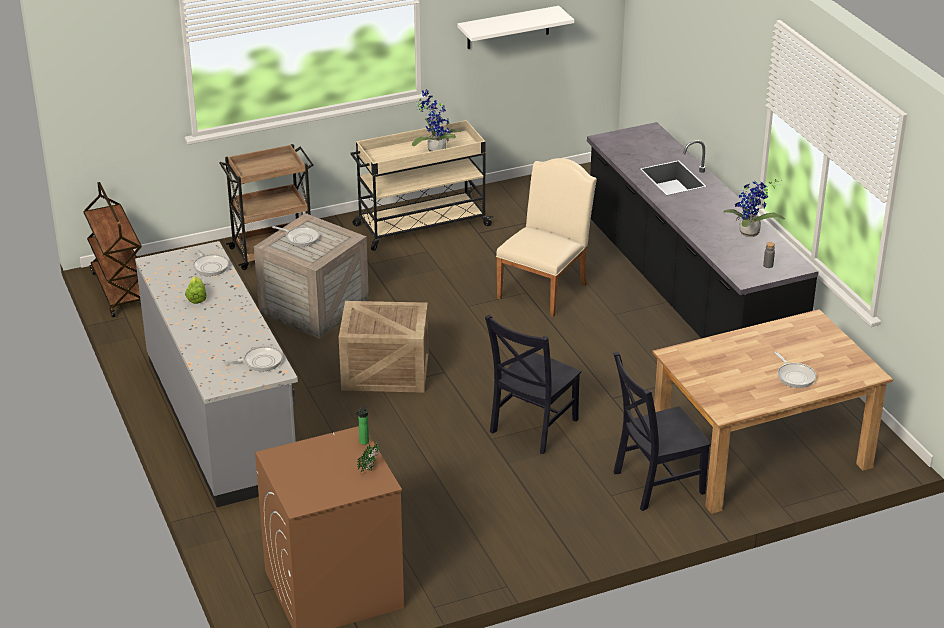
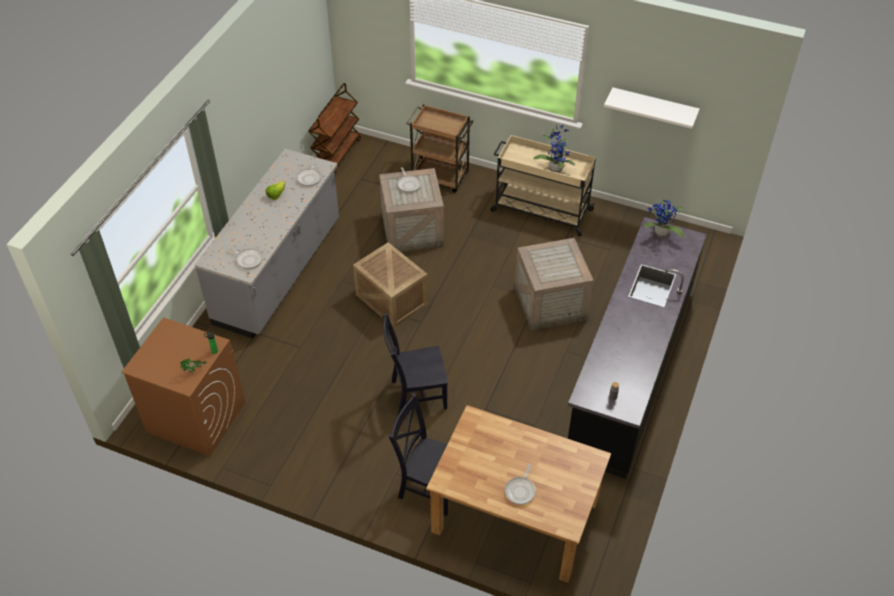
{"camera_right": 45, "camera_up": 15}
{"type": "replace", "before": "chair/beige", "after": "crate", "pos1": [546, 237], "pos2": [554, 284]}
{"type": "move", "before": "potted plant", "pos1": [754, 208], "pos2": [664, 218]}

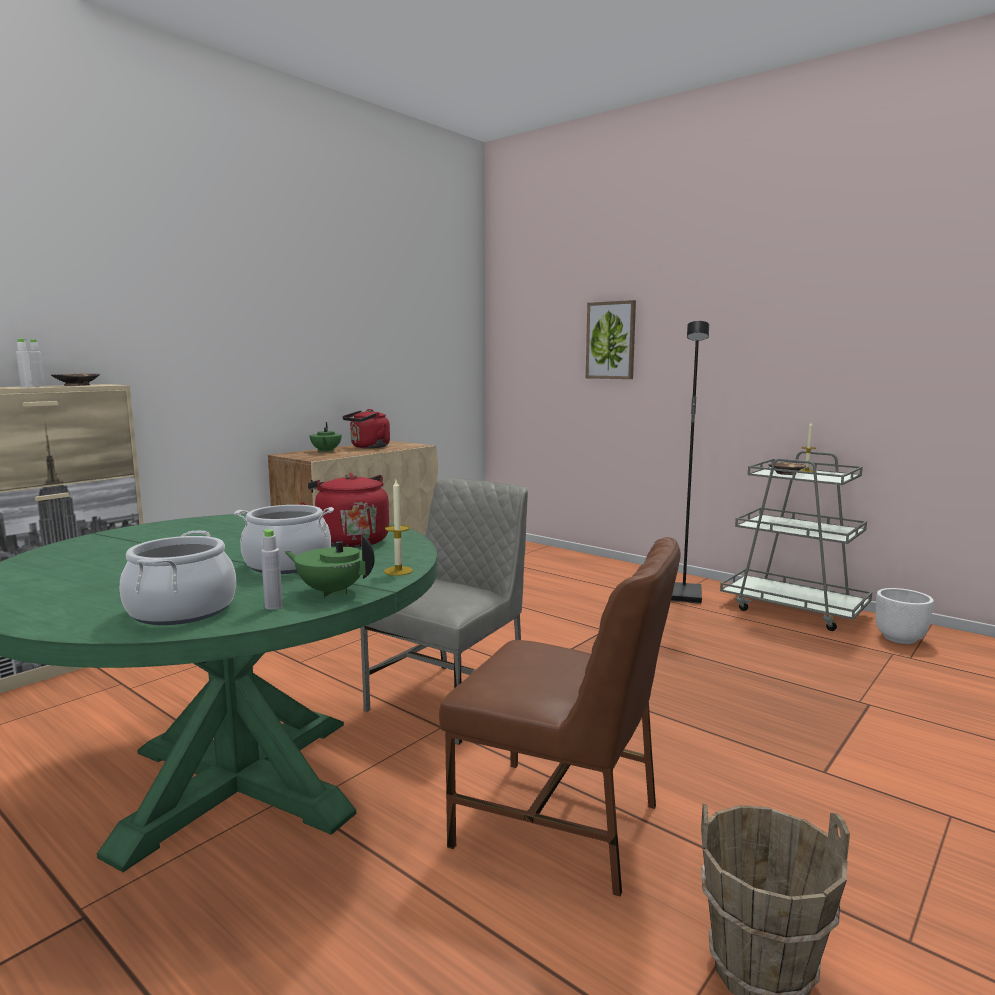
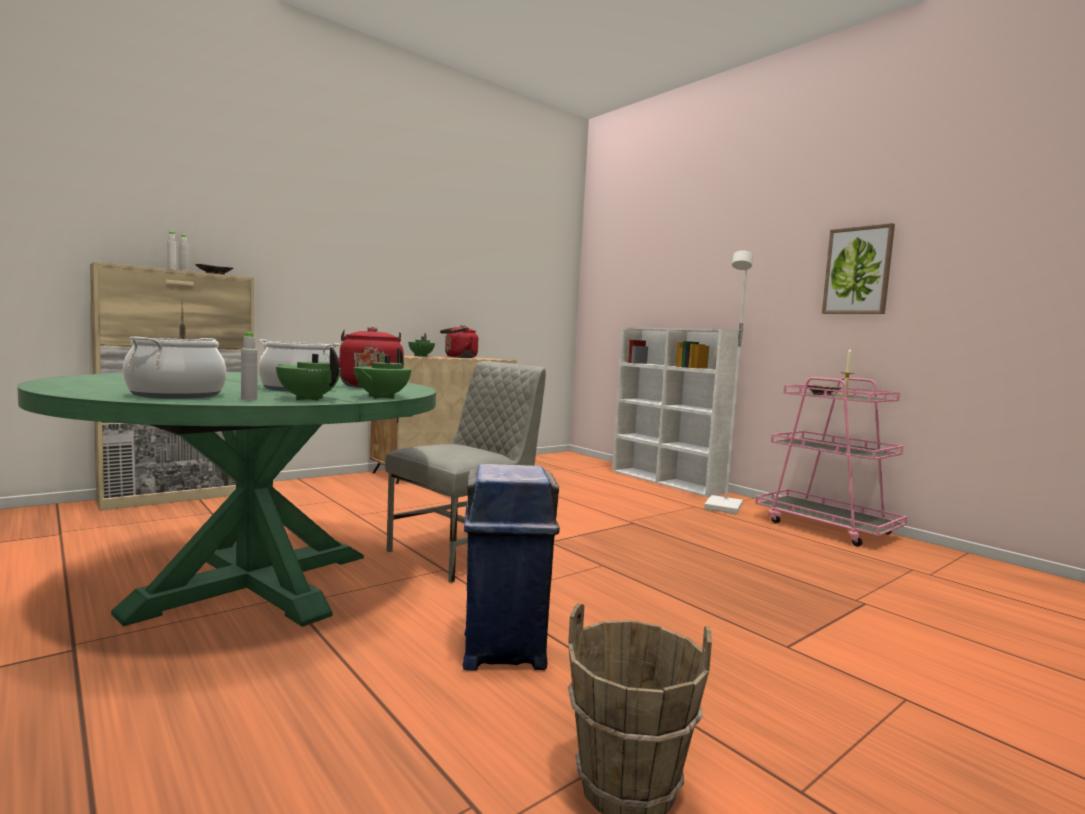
{"camera_right": 10, "camera_up": -5}
{"type": "replace", "before": "candle", "after": "teapot/green", "pos1": [398, 528], "pos2": [382, 373]}
{"type": "replace", "before": "chair/brown", "after": "trash can/blue", "pos1": [560, 716], "pos2": [511, 567]}
{"type": "insert", "after": "bookcase/white", "pos2": [675, 412]}
{"type": "recolor", "before": "floor lamp/black", "after": "floor lamp/white", "pos1": [690, 462], "pos2": [728, 382]}
{"type": "recolor", "before": "cart/grey", "after": "cart/pink", "pos1": [796, 541], "pos2": [831, 462]}
{"type": "move", "before": "picture", "pos1": [611, 339], "pos2": [858, 268]}
{"type": "delete", "before": "planter/white", "pos1": [905, 616]}

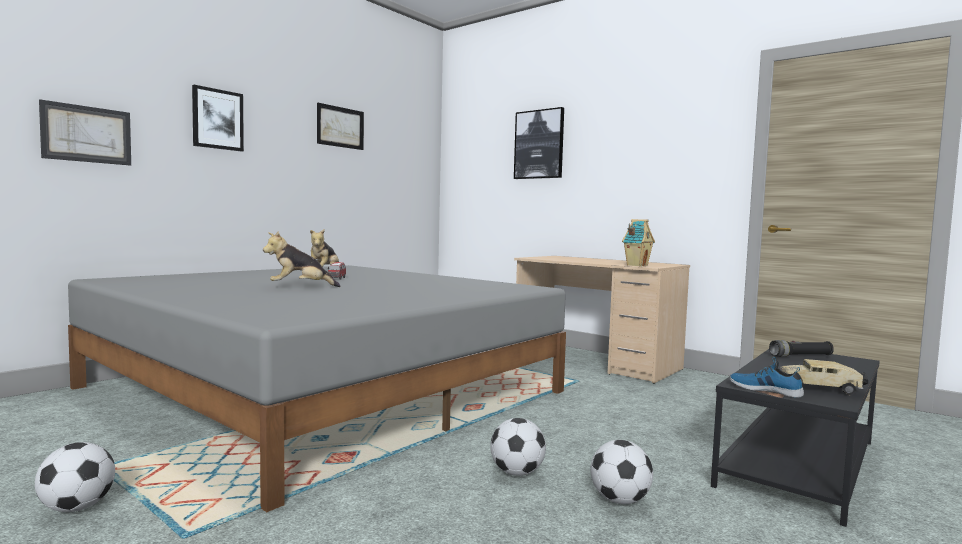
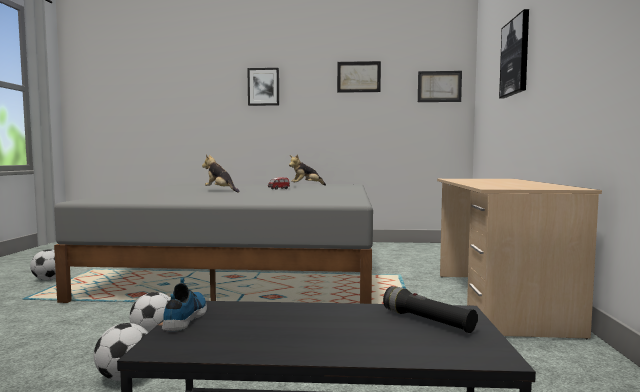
{"camera_right": 55, "camera_up": 0}
{"type": "move", "before": "picture", "pos1": [85, 132], "pos2": [440, 86]}
{"type": "delete", "before": "toy house", "pos1": [638, 242]}
{"type": "delete", "before": "toy truck", "pos1": [824, 377]}

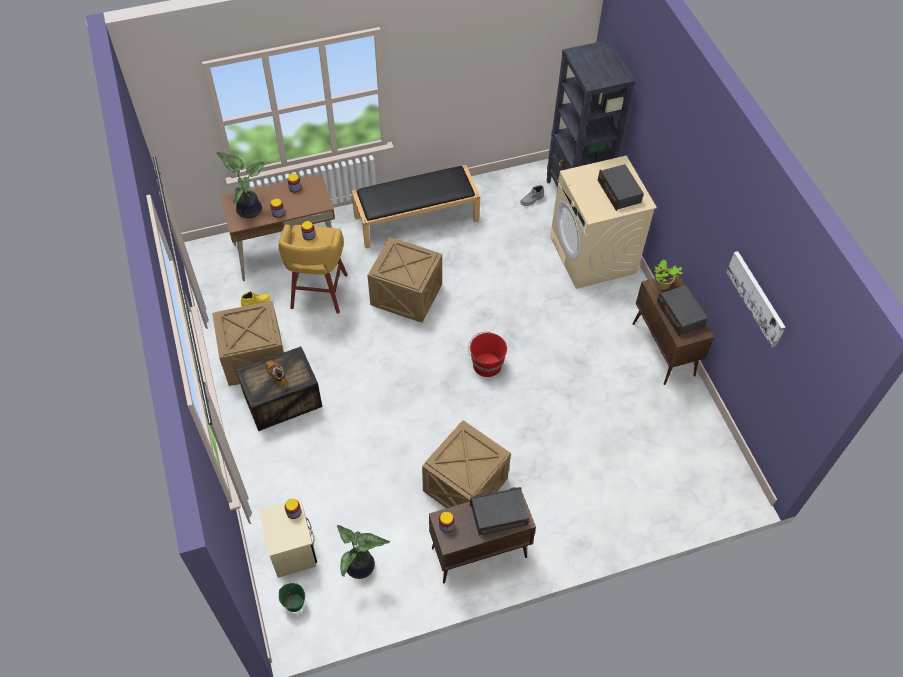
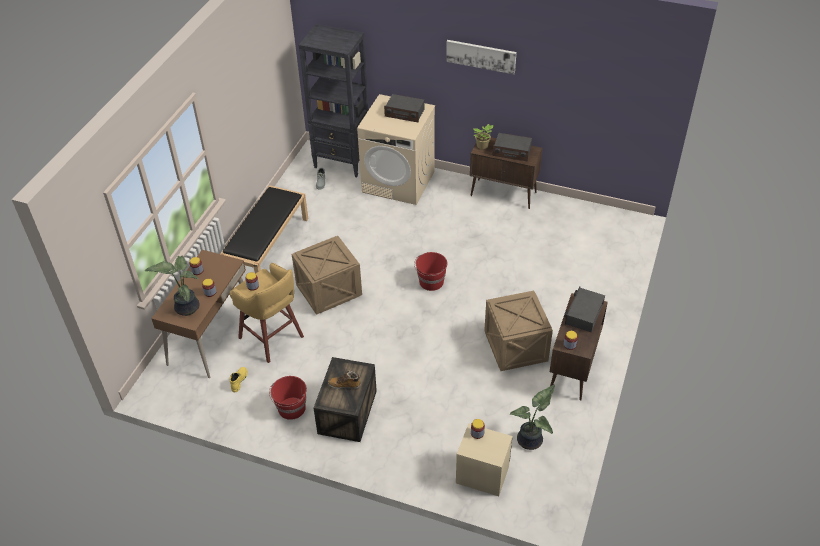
{"camera_right": -50, "camera_up": -10}
{"type": "replace", "before": "crate", "after": "bucket/red", "pos1": [248, 343], "pos2": [288, 398]}
{"type": "move", "before": "picture", "pos1": [756, 299], "pos2": [481, 57]}
{"type": "delete", "before": "bucket/green", "pos1": [292, 597]}

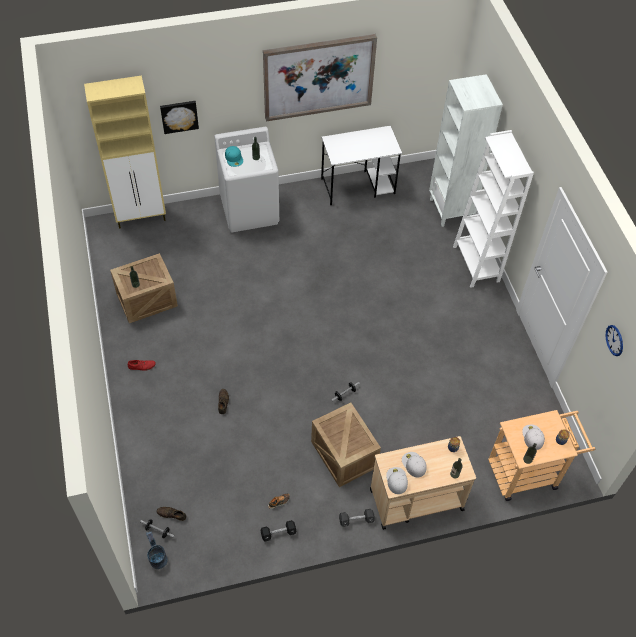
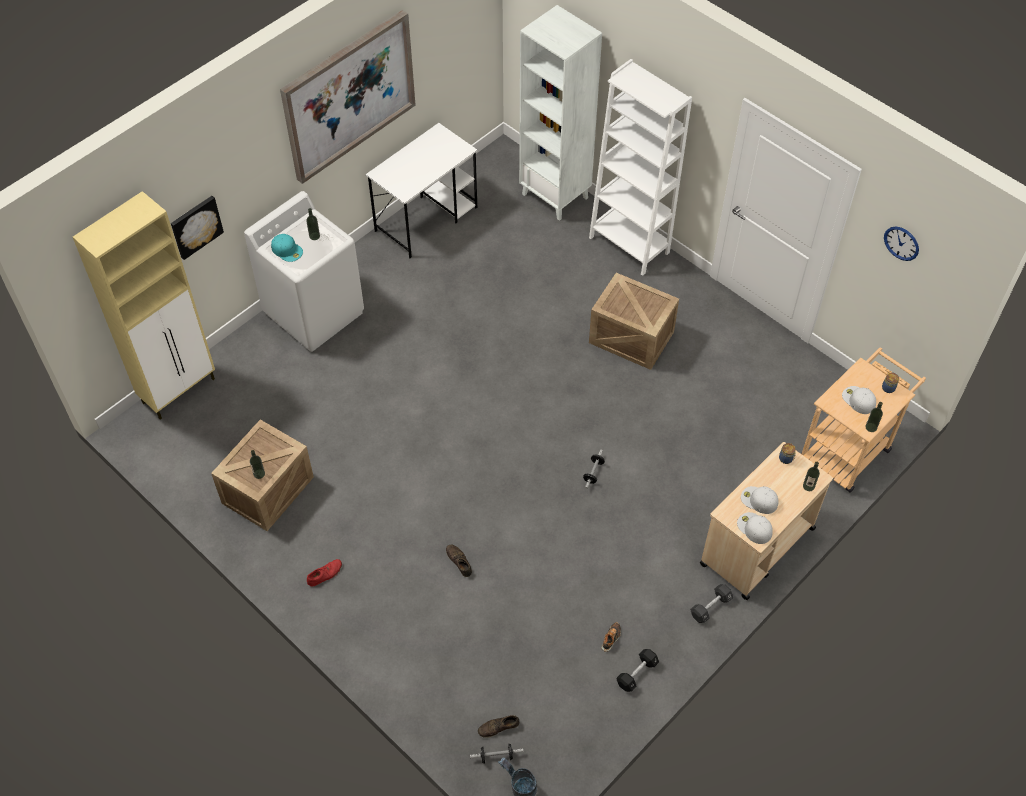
{"camera_right": -30, "camera_up": 0}
{"type": "move", "before": "crate", "pos1": [346, 445], "pos2": [634, 321]}

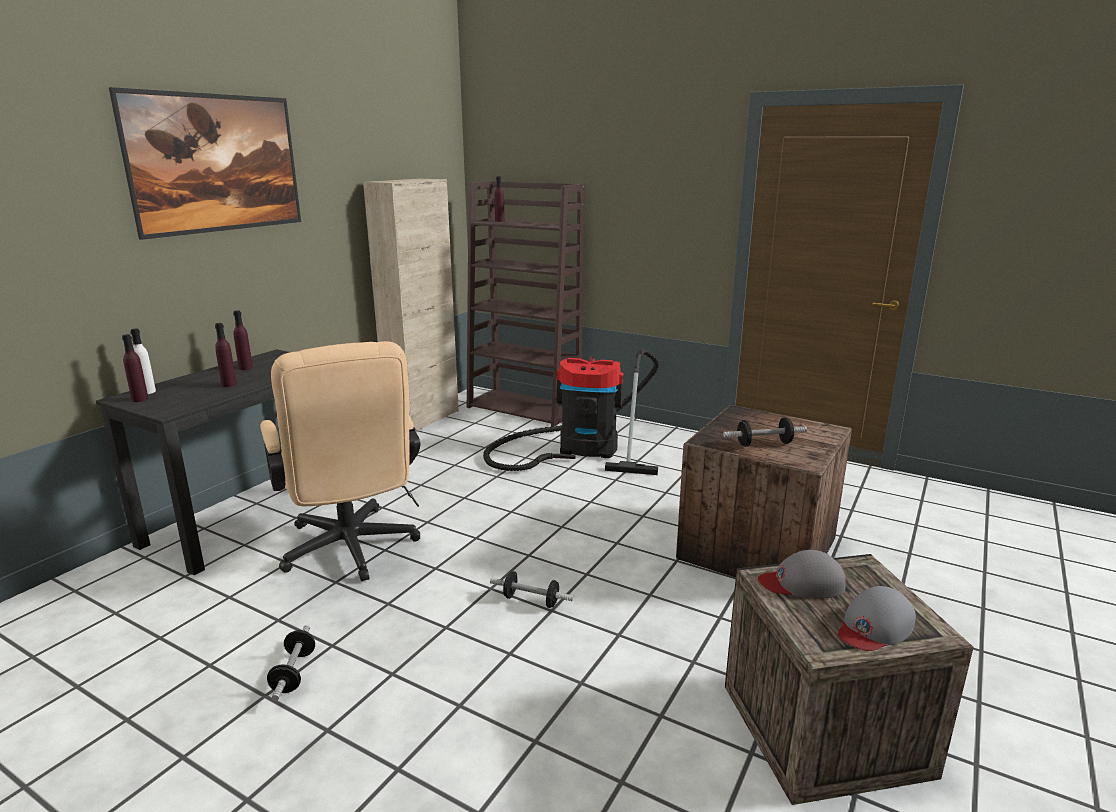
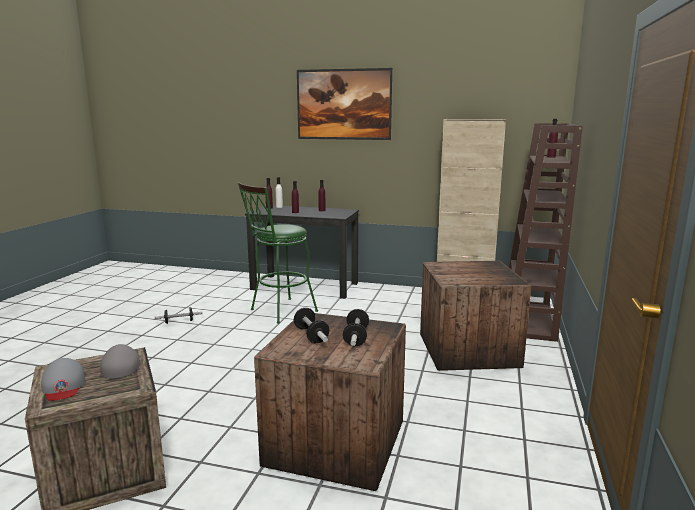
{"camera_right": 75, "camera_up": -5}
{"type": "rotate", "before": "cap/grey", "pos1": [877, 618], "pos2": [63, 379], "turn": -150}
{"type": "replace", "before": "office chair/beige", "after": "stool/green", "pos1": [340, 461], "pos2": [278, 253]}
{"type": "move", "before": "dumbbell", "pos1": [532, 589], "pos2": [356, 327]}
{"type": "replace", "before": "vacuum cleaner", "after": "crate", "pos1": [571, 412], "pos2": [475, 316]}

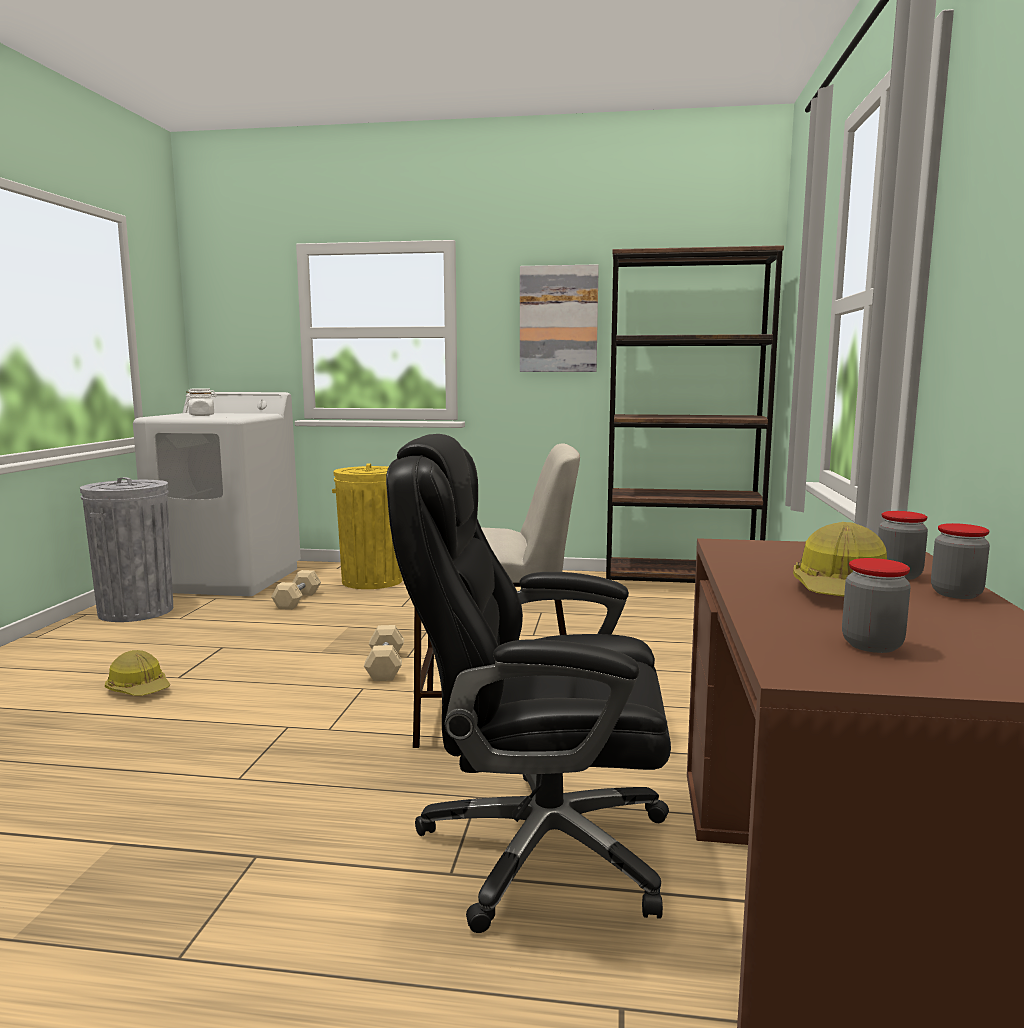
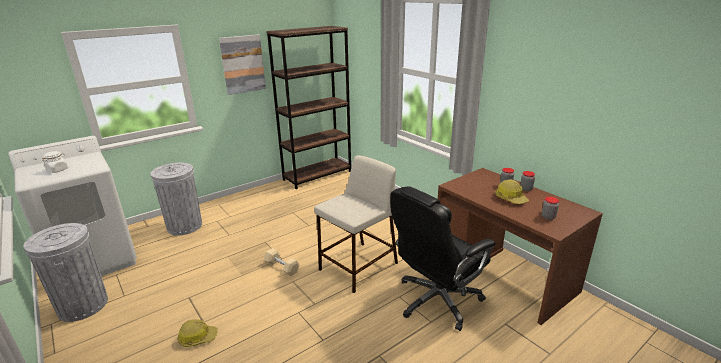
{"camera_right": -45, "camera_up": 15}
{"type": "recolor", "before": "trash can/yellow", "after": "trash can/grey", "pos1": [367, 526], "pos2": [176, 198]}
{"type": "delete", "before": "dumbbell/beige", "pos1": [296, 590]}

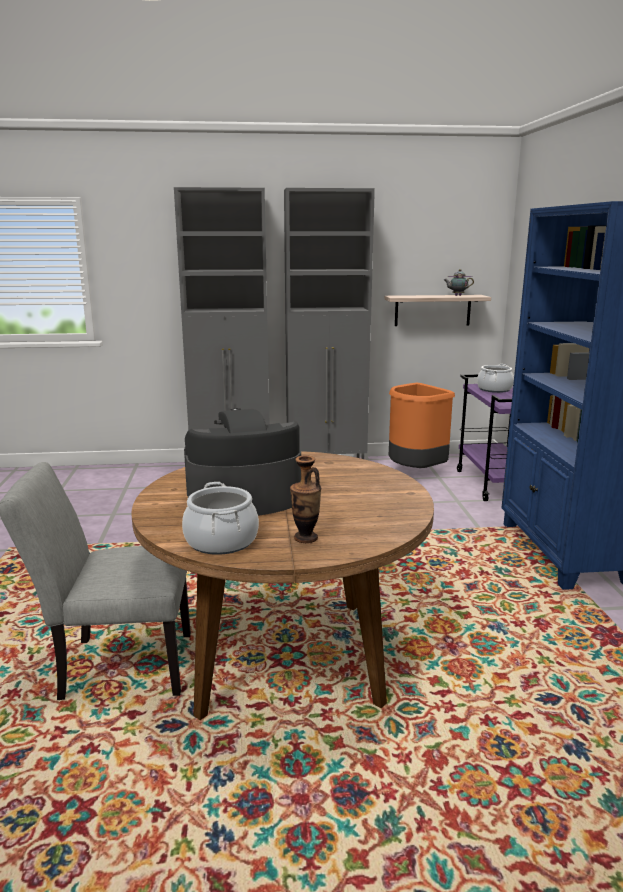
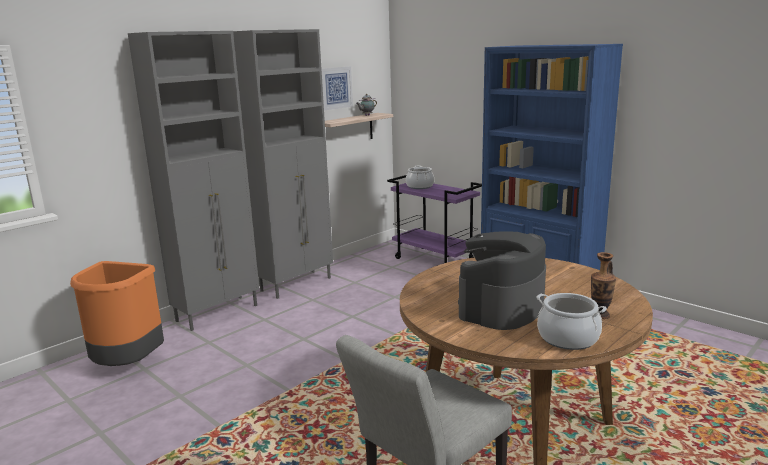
{"camera_right": -40, "camera_up": 0}
{"type": "move", "before": "trash can/orange", "pos1": [422, 425], "pos2": [117, 313]}
{"type": "insert", "after": "picture", "pos2": [337, 88]}

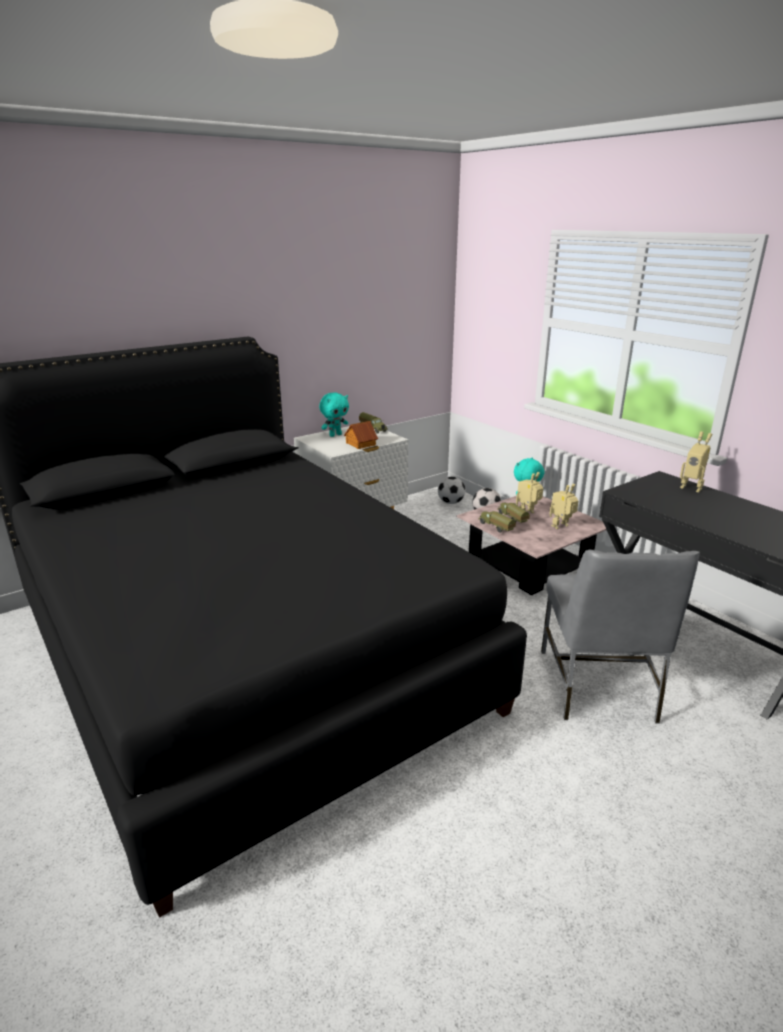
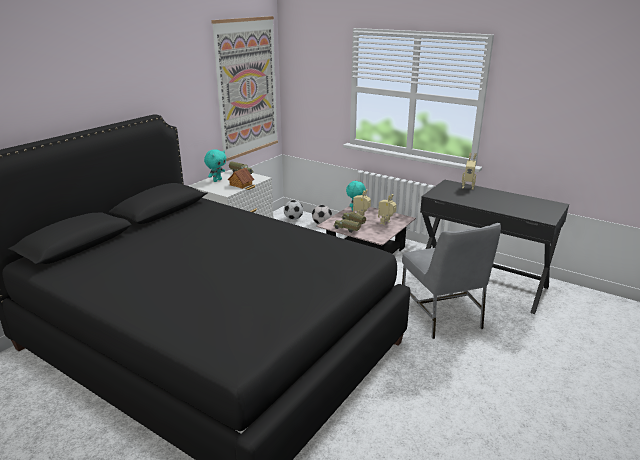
{"camera_right": -20, "camera_up": 0}
{"type": "insert", "after": "picture", "pos2": [244, 88]}

